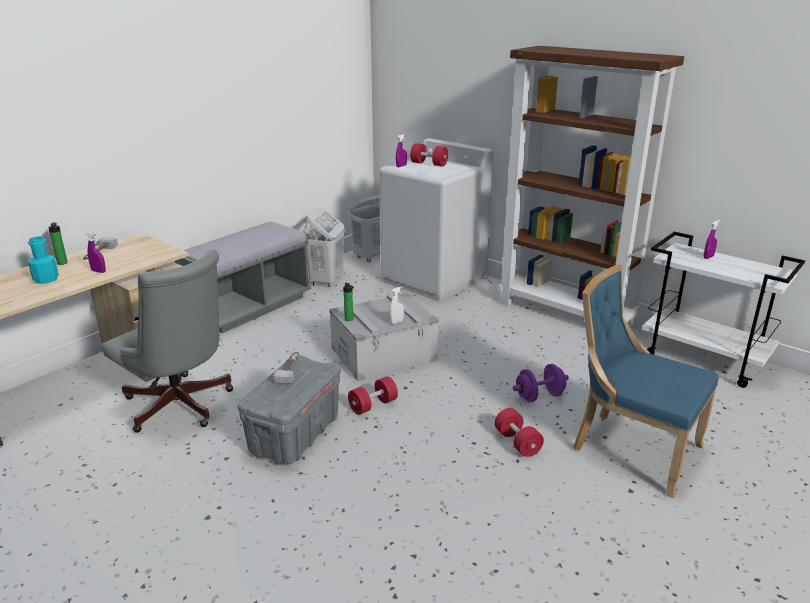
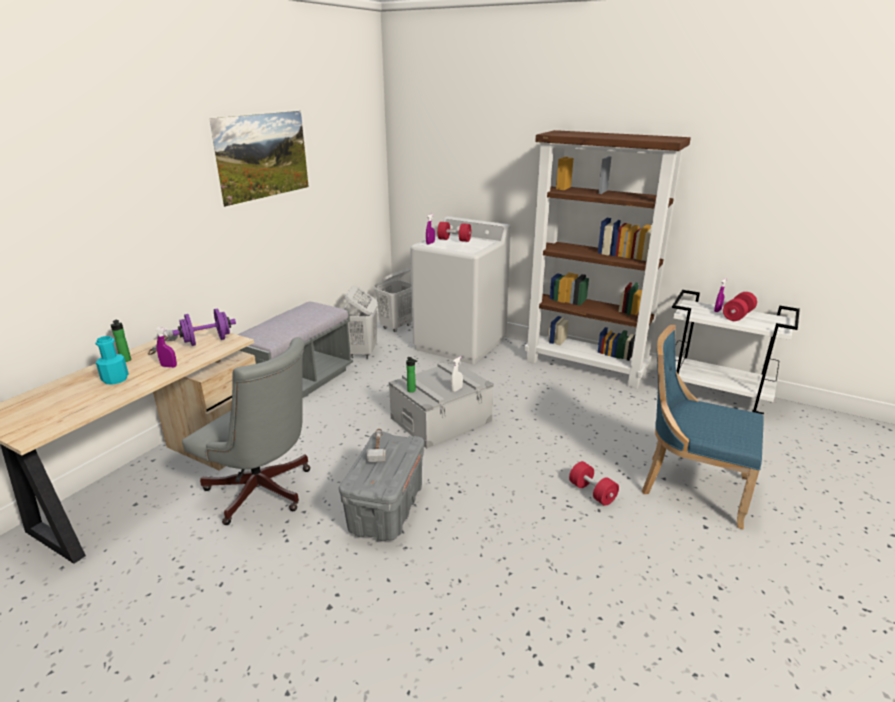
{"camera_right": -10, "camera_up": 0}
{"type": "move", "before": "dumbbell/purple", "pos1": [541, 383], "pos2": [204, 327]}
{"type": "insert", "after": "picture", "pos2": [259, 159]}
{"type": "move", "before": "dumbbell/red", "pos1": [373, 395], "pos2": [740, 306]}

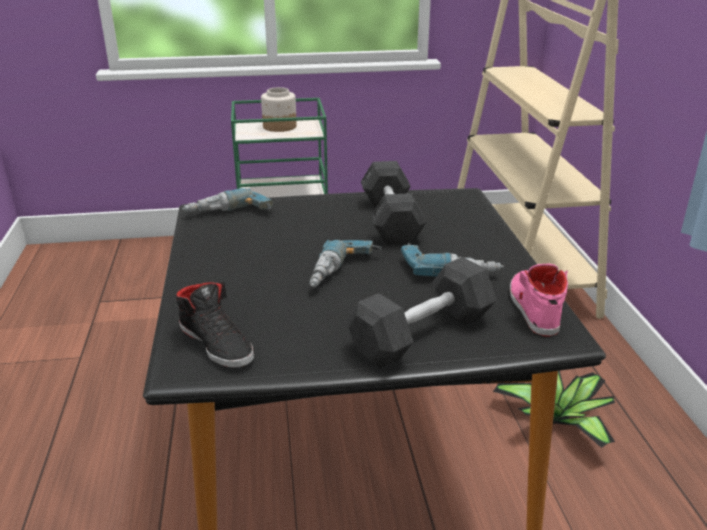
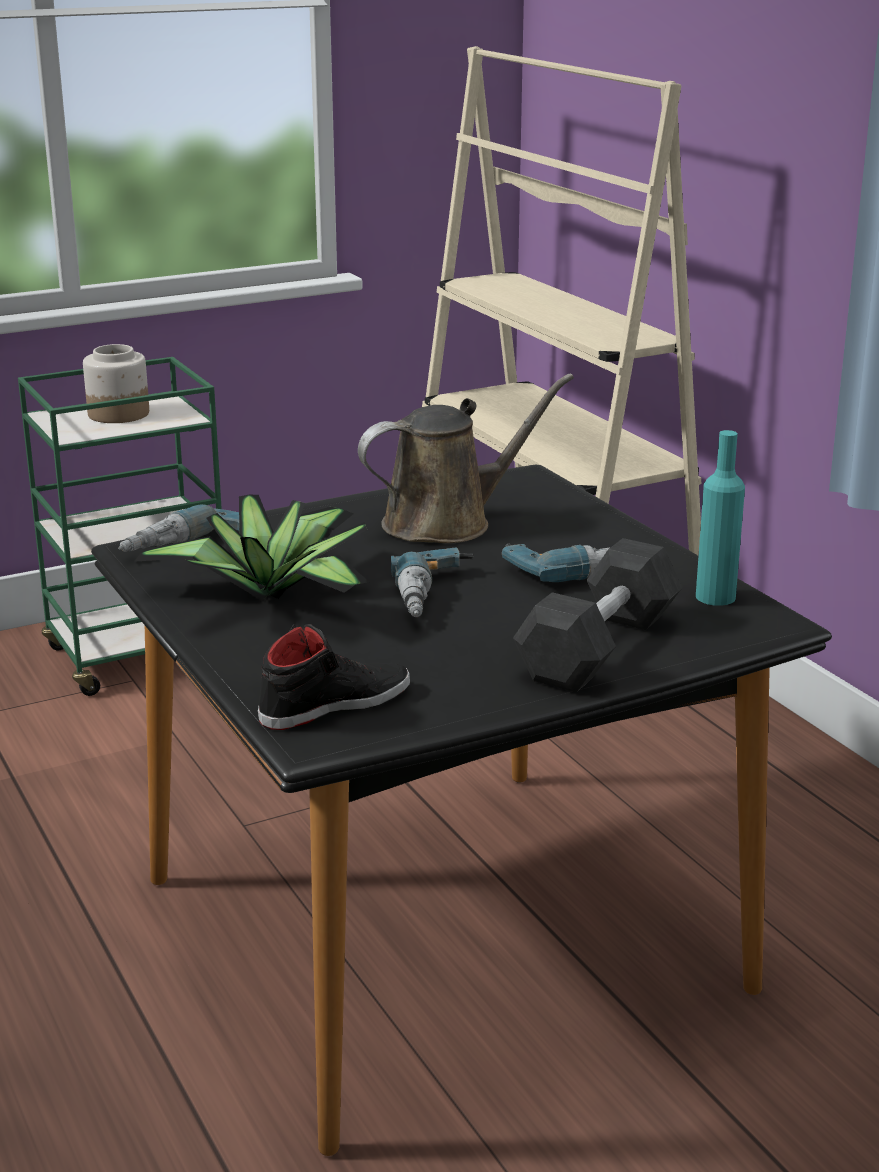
{"camera_right": -20, "camera_up": -5}
{"type": "move", "before": "potted plant", "pos1": [554, 409], "pos2": [251, 548]}
{"type": "rotate", "before": "shoe/black", "pos1": [215, 325], "pos2": [334, 677], "turn": -60}
{"type": "replace", "before": "dumbbell/grey", "after": "watering can/brown", "pos1": [394, 203], "pos2": [466, 458]}
{"type": "replace", "before": "shoe/pink", "after": "bottle/turquoise", "pos1": [539, 300], "pos2": [720, 518]}

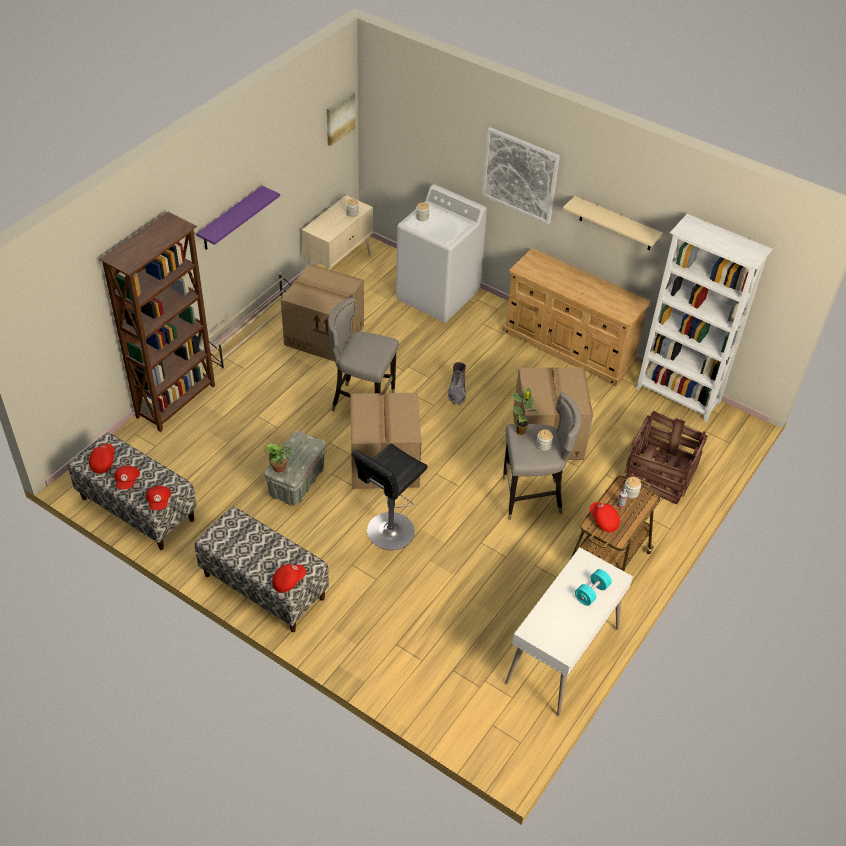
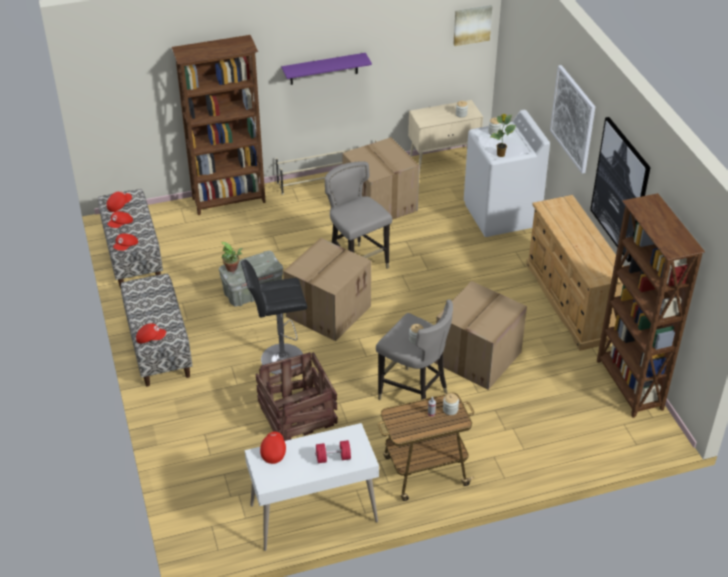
{"camera_right": 40, "camera_up": -5}
{"type": "move", "before": "crate", "pos1": [666, 458], "pos2": [297, 396]}
{"type": "move", "before": "cap/red", "pos1": [605, 517], "pos2": [273, 448]}
{"type": "recolor", "before": "dumbbell/turquoise", "after": "dumbbell/red", "pos1": [593, 587], "pos2": [333, 451]}
{"type": "move", "before": "potted plant", "pos1": [524, 411], "pos2": [503, 135]}
{"type": "replace", "before": "shelf/beige", "after": "picture", "pos1": [613, 223], "pos2": [620, 189]}
{"type": "recolor", "before": "bookcase/white", "after": "bookcase/brown", "pos1": [704, 318], "pos2": [651, 305]}
{"type": "delete", "before": "boot/grey", "pos1": [457, 383]}

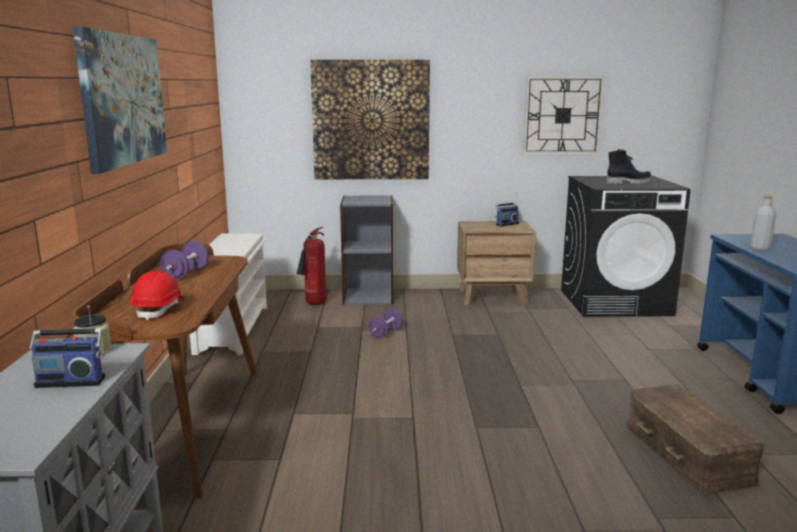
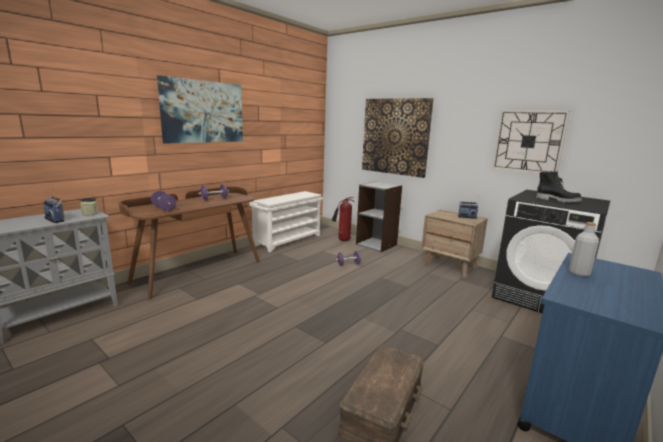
{"camera_right": 40, "camera_up": 0}
{"type": "replace", "before": "hard hat/red", "after": "dumbbell/purple", "pos1": [157, 295], "pos2": [163, 201]}

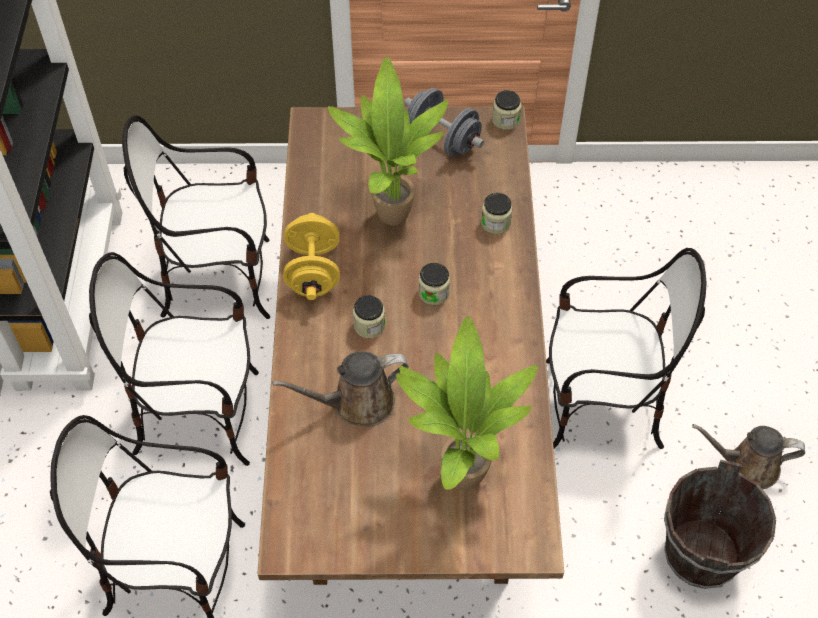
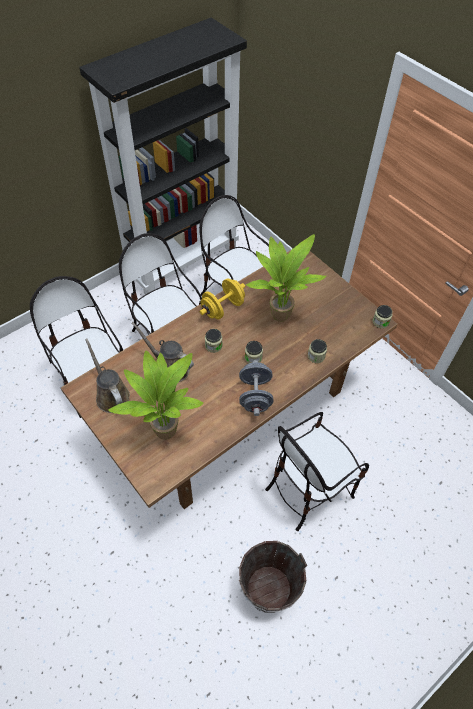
{"camera_right": 50, "camera_up": 0}
{"type": "move", "before": "watering can/brown", "pos1": [748, 456], "pos2": [107, 375]}
{"type": "move", "before": "dumbbell/grey", "pos1": [444, 122], "pos2": [256, 388]}
{"type": "rotate", "before": "chair", "pos1": [626, 348], "pos2": [317, 471], "turn": 90}

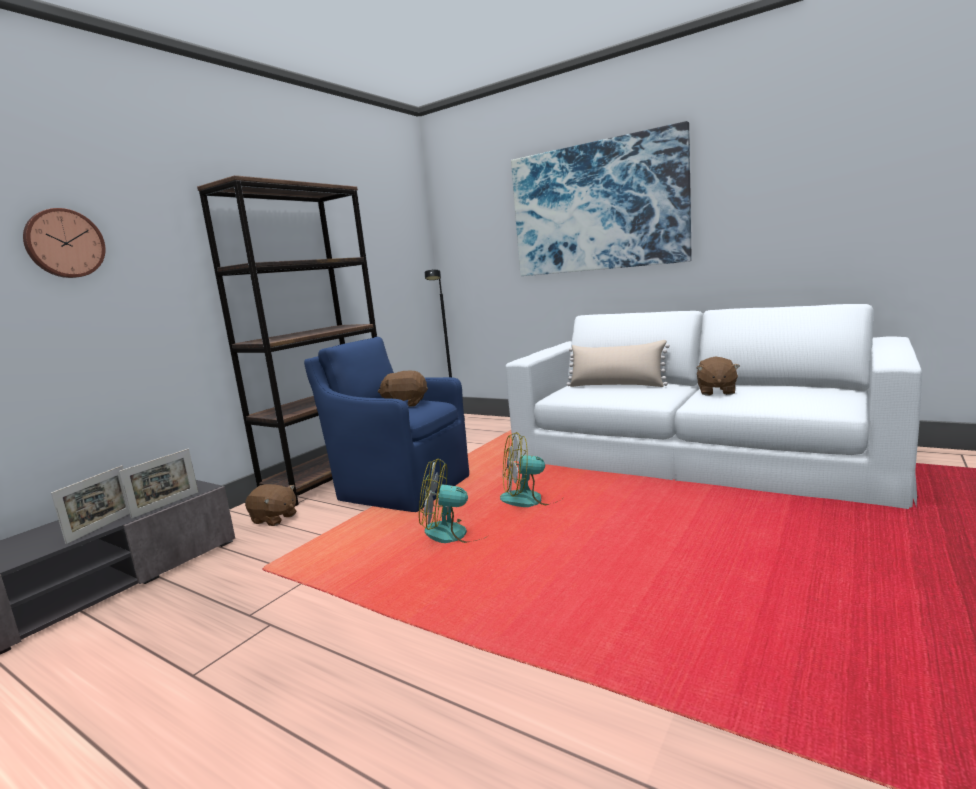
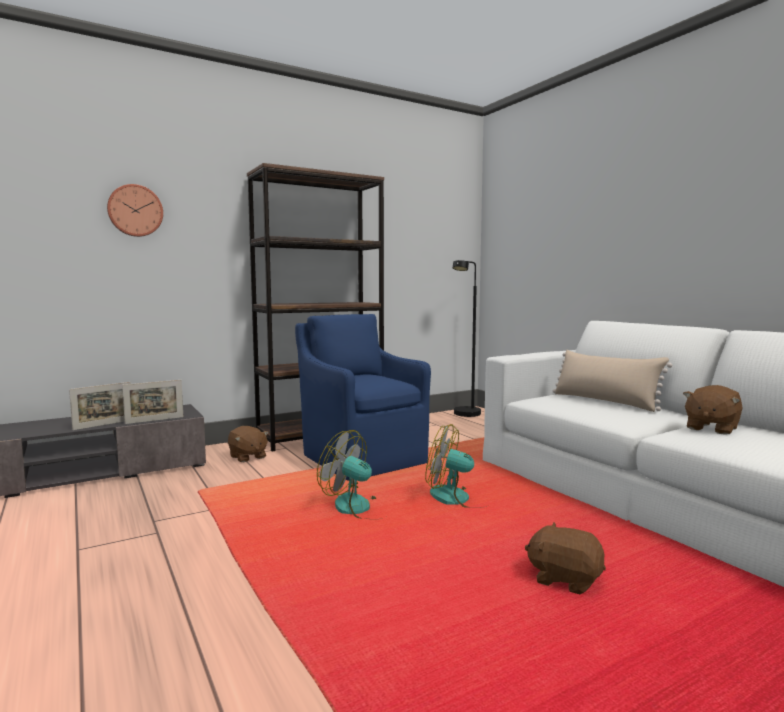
{"camera_right": 25, "camera_up": -5}
{"type": "move", "before": "plush toy/brown", "pos1": [403, 389], "pos2": [565, 558]}
{"type": "delete", "before": "picture", "pos1": [601, 198]}

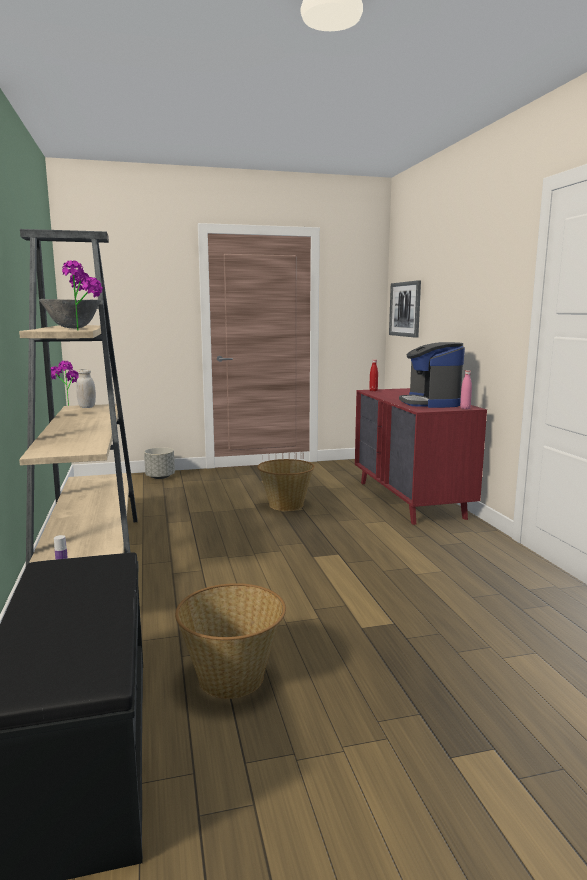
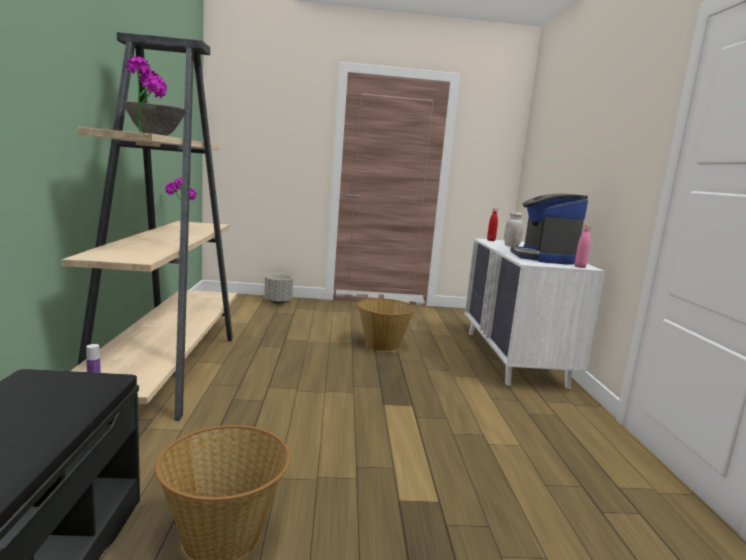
{"camera_right": 10, "camera_up": 0}
{"type": "recolor", "before": "dresser/red", "after": "dresser/white", "pos1": [421, 456], "pos2": [535, 313]}
{"type": "move", "before": "jar/white", "pos1": [86, 388], "pos2": [513, 229]}
{"type": "delete", "before": "picture", "pos1": [405, 309]}

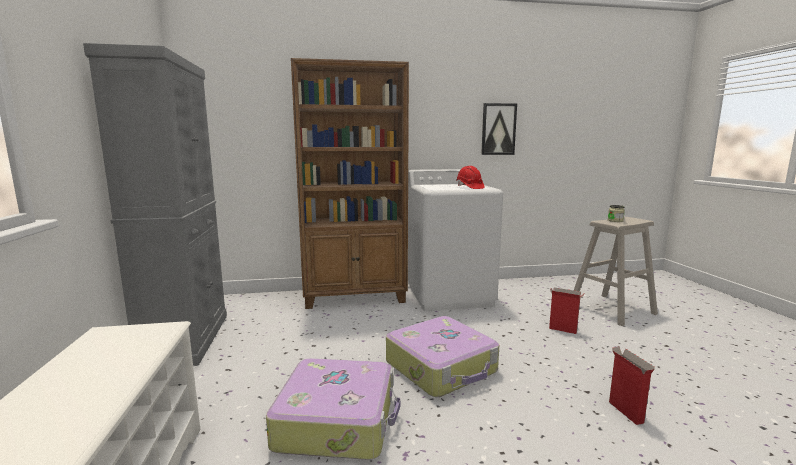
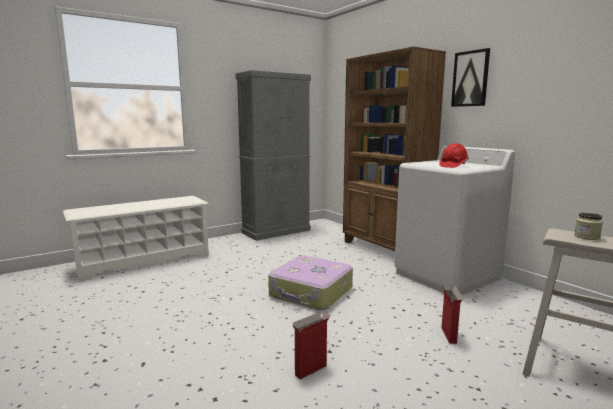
{"camera_right": 65, "camera_up": 0}
{"type": "move", "before": "picture", "pos1": [499, 129], "pos2": [470, 77]}
{"type": "delete", "before": "suitcase", "pos1": [333, 409]}

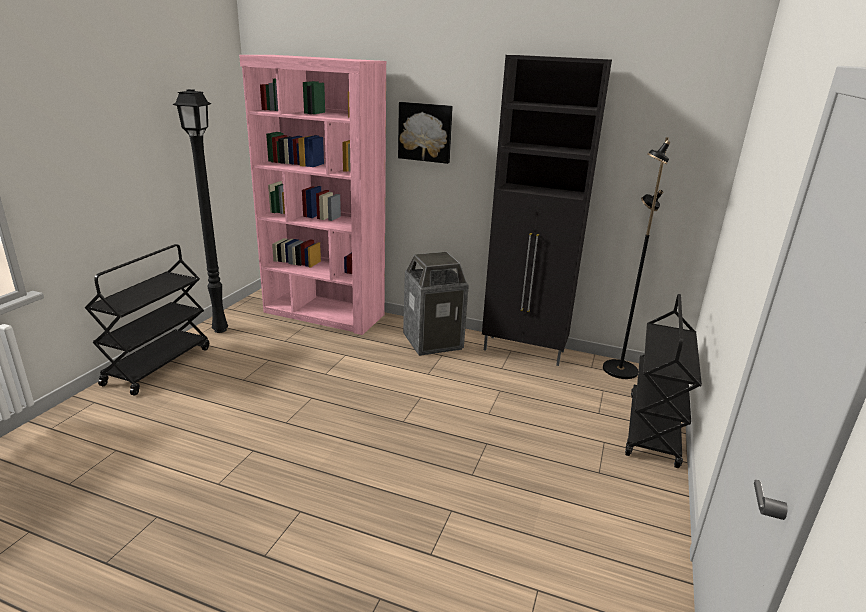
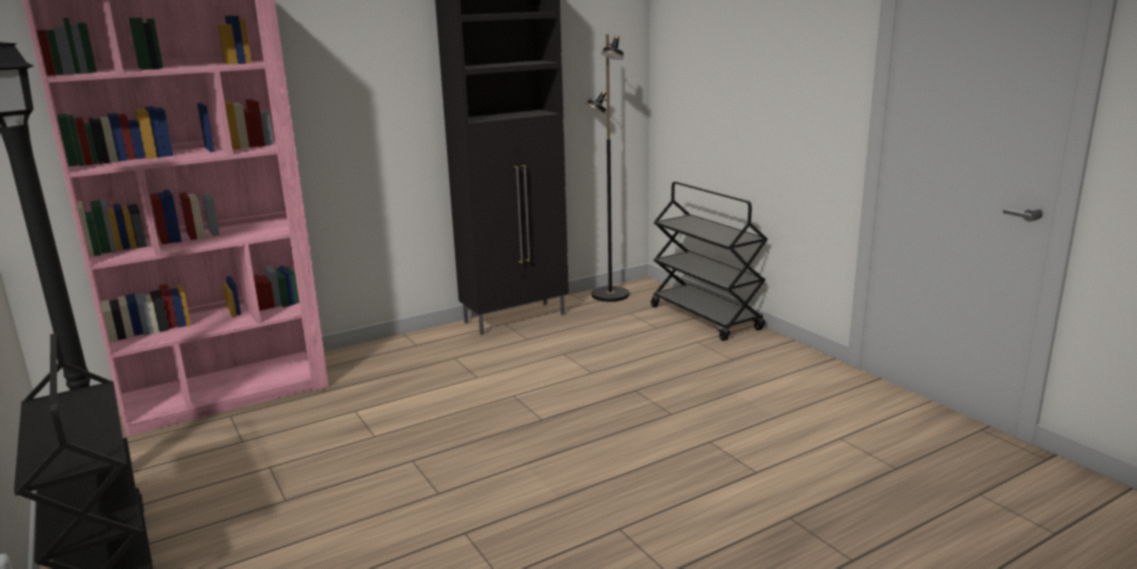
{"camera_right": -50, "camera_up": -5}
{"type": "delete", "before": "picture", "pos1": [425, 133]}
{"type": "delete", "before": "trash can", "pos1": [436, 304]}

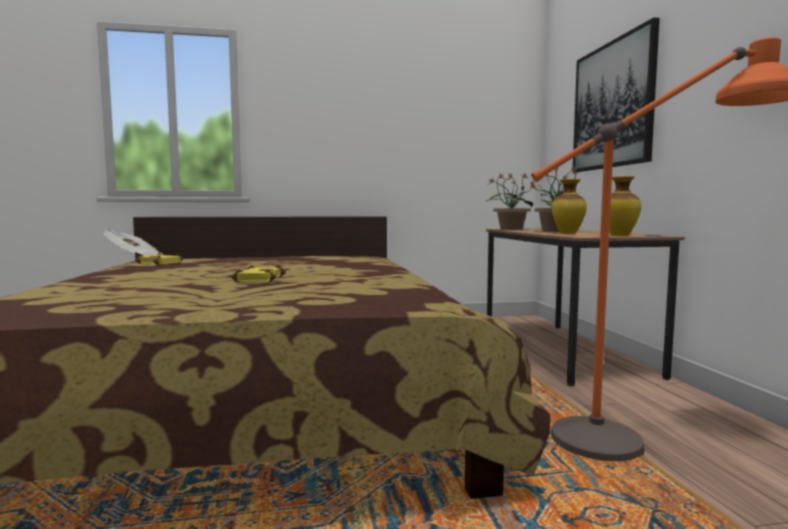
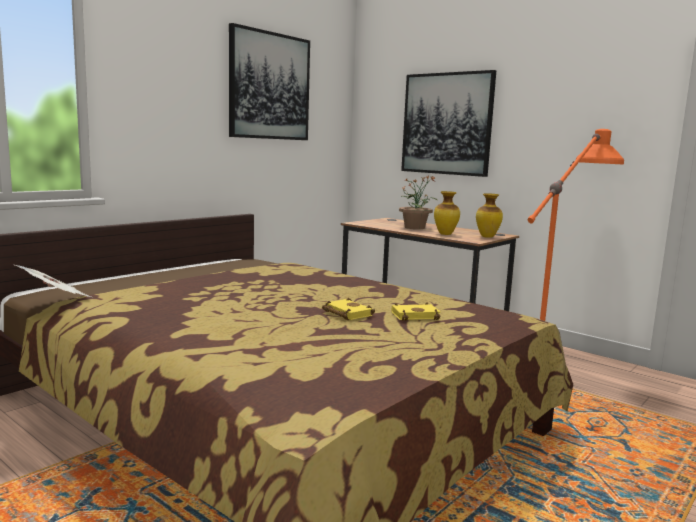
{"camera_right": -40, "camera_up": 5}
{"type": "insert", "after": "picture", "pos2": [269, 81]}
{"type": "move", "before": "book/yellow", "pos1": [159, 259], "pos2": [415, 311]}
{"type": "delete", "before": "potted plant", "pos1": [511, 201]}

